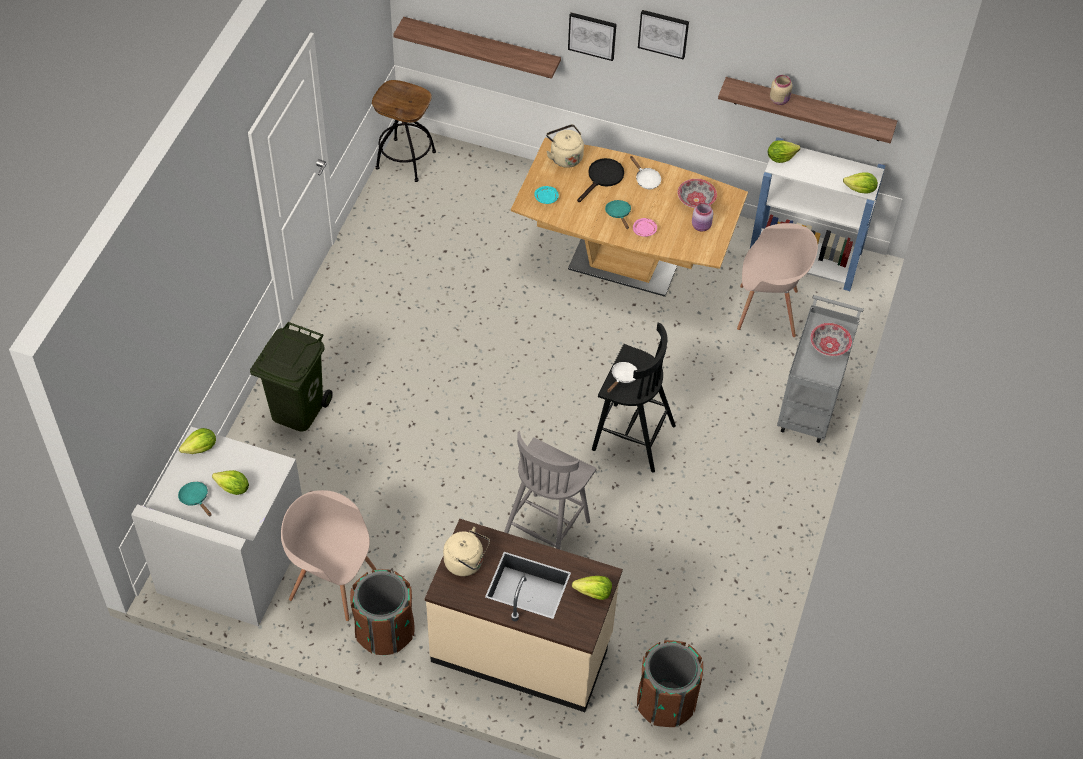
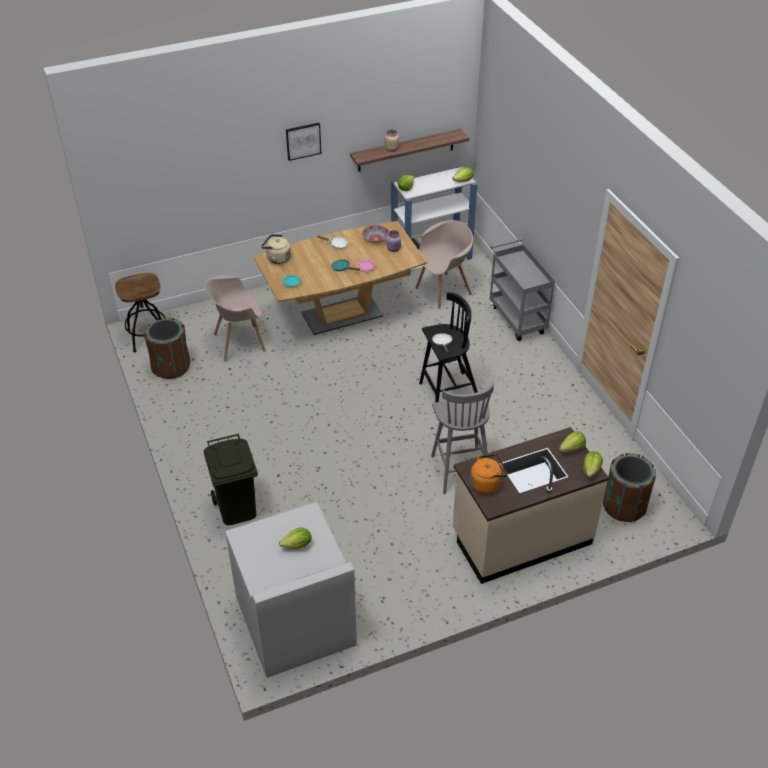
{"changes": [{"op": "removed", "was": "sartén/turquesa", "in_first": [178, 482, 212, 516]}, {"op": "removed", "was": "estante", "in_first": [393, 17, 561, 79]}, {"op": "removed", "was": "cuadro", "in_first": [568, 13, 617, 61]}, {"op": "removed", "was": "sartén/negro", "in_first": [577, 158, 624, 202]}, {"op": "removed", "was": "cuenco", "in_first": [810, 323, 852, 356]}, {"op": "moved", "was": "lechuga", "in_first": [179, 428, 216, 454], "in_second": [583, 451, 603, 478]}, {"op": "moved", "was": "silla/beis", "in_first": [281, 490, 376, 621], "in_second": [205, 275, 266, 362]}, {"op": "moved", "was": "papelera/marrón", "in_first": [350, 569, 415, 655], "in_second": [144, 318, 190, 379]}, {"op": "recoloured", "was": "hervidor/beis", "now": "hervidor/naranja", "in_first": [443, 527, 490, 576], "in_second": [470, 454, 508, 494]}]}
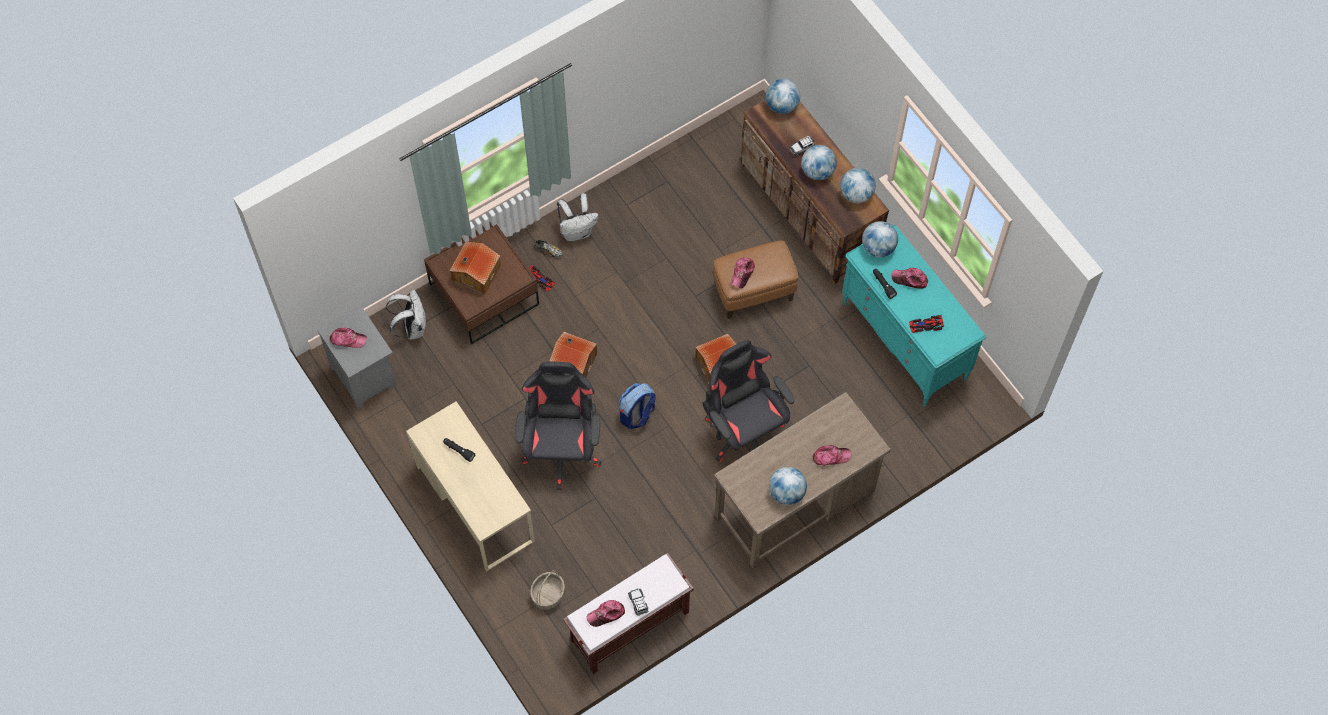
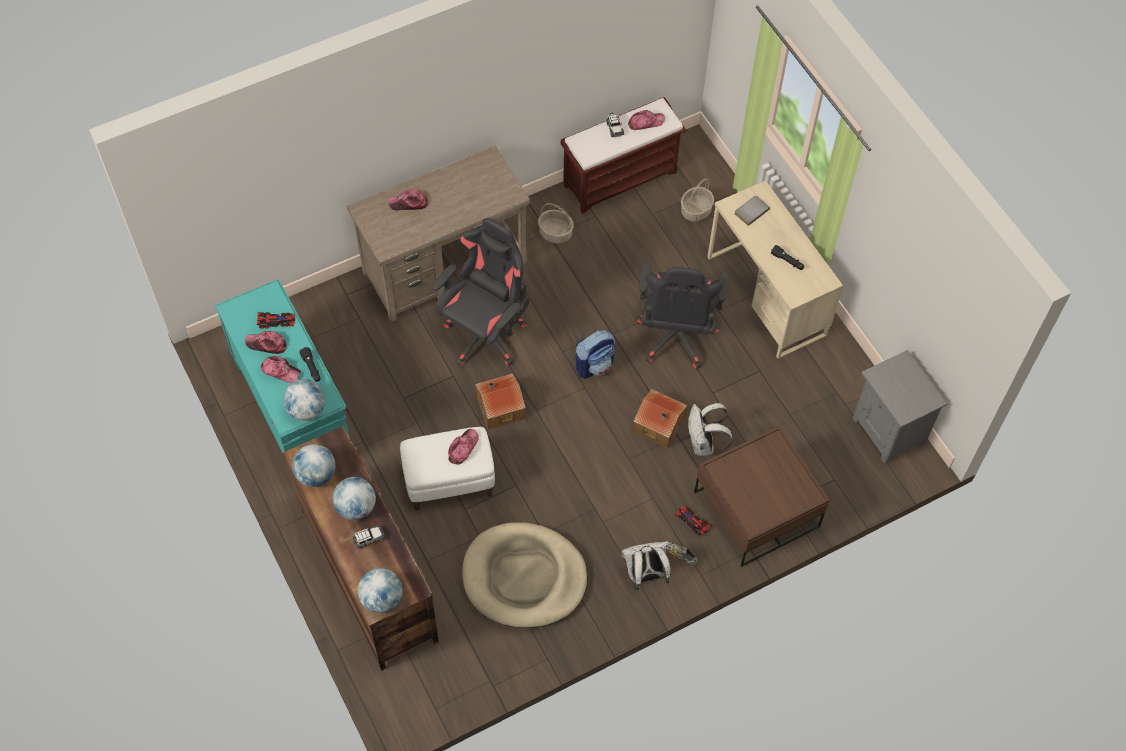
{"changes": [{"op": "removed", "was": "casita", "in_first": [450, 242, 501, 295]}, {"op": "removed", "was": "globo terráqueo", "in_first": [769, 467, 807, 505]}, {"op": "added", "now": "cama para perro/beis", "in_second": [462, 522, 587, 628]}, {"op": "added", "now": "cesta", "in_second": [538, 203, 574, 244]}, {"op": "added", "now": "libro/gris", "in_second": [734, 196, 770, 226]}, {"op": "moved", "was": "gorra", "in_first": [330, 328, 367, 348], "in_second": [245, 331, 287, 354]}, {"op": "moved", "was": "mochila/blanco", "in_first": [386, 290, 426, 340], "in_second": [688, 403, 733, 456]}, {"op": "recoloured", "was": "puf/marrón", "now": "puf/blanco", "in_first": [713, 240, 798, 319], "in_second": [400, 427, 495, 511]}, {"op": "turned", "was": "silla de oficina/negro", "in_first": [703, 340, 795, 462], "in_second": [432, 218, 530, 367], "clockwise": -120}]}
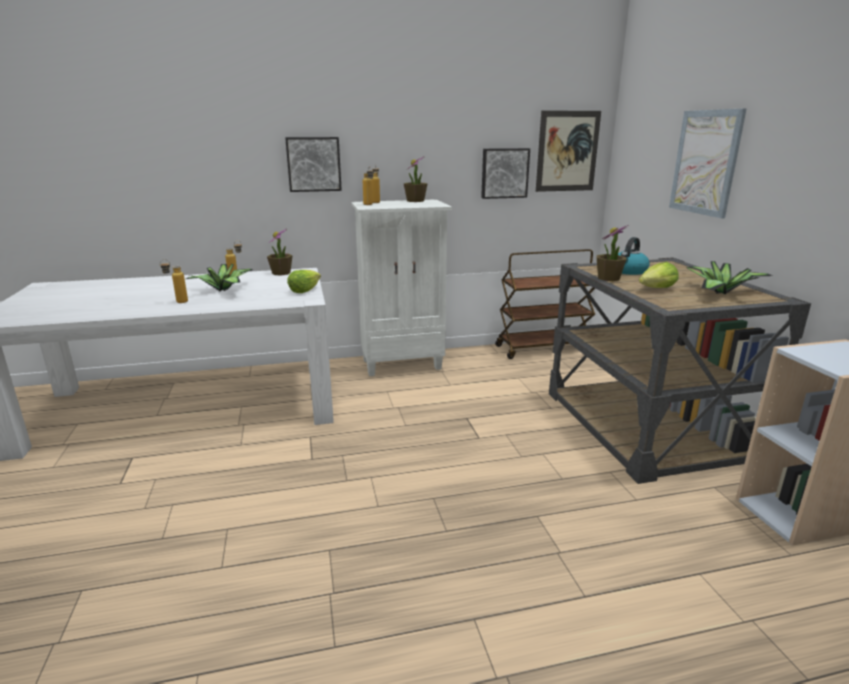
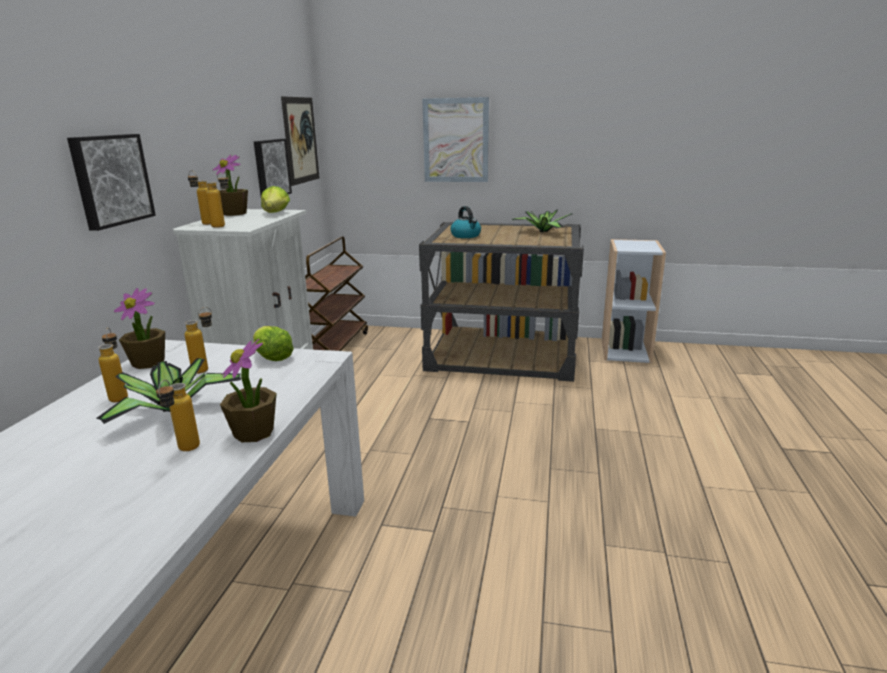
{"changes": [{"op": "added", "now": "botella", "in_second": [185, 307, 212, 374]}, {"op": "moved", "was": "planta en maceta", "in_first": [597, 225, 628, 281], "in_second": [220, 339, 277, 442]}, {"op": "moved", "was": "lechuga", "in_first": [639, 262, 679, 288], "in_second": [261, 186, 290, 213]}]}
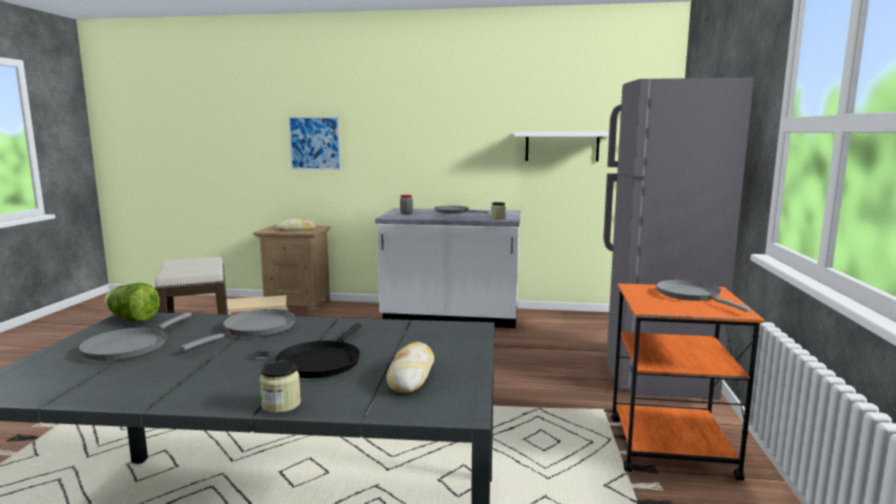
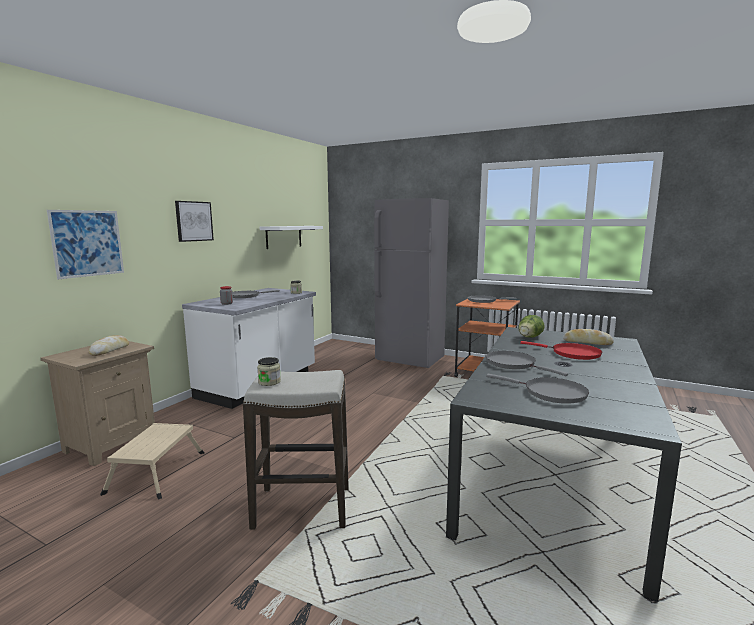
{"changes": [{"op": "added", "now": "cuadro", "in_second": [175, 201, 214, 242]}, {"op": "moved", "was": "lechuga", "in_first": [104, 283, 160, 322], "in_second": [518, 315, 545, 338]}, {"op": "moved", "was": "tarro", "in_first": [259, 361, 301, 413], "in_second": [257, 357, 281, 386]}, {"op": "recoloured", "was": "sartén/negro", "now": "sartén/rojo", "in_first": [275, 324, 361, 378], "in_second": [520, 341, 602, 360]}]}
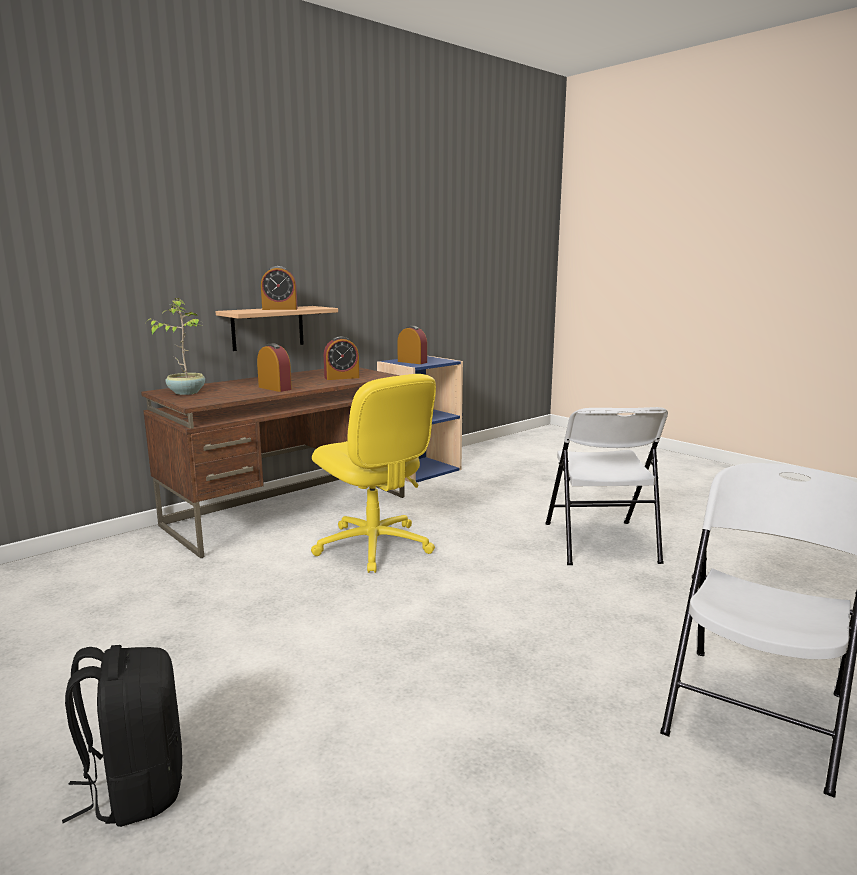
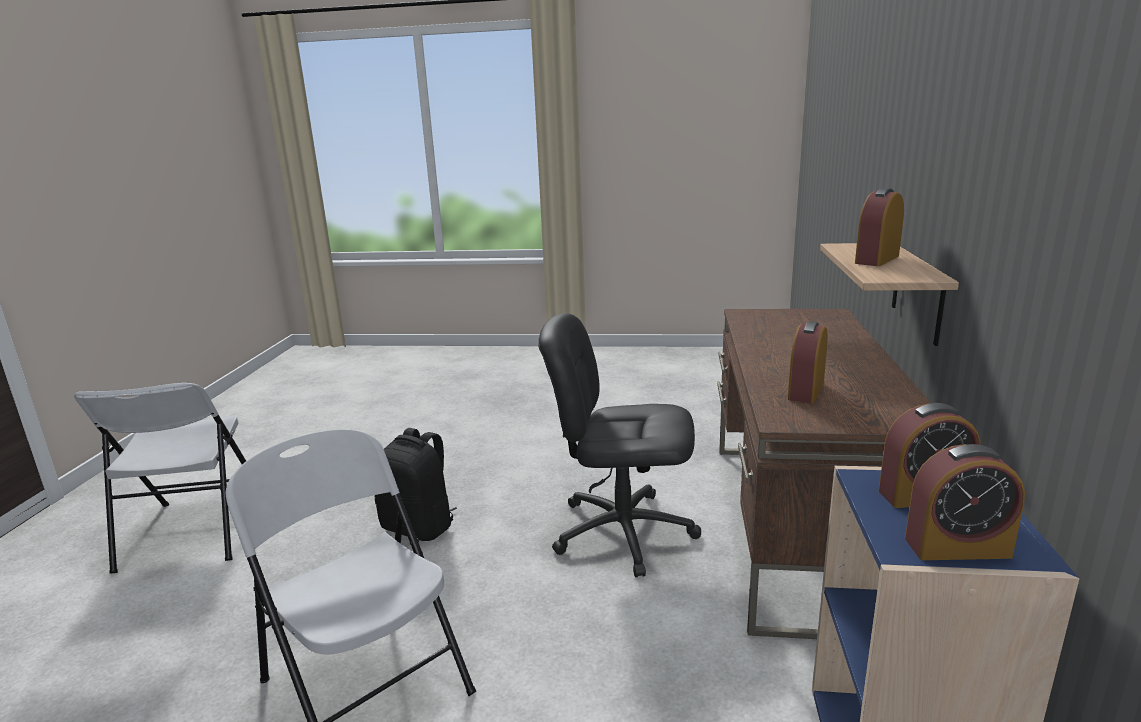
{"changes": [{"op": "removed", "was": "planta en maceta", "in_first": [146, 298, 205, 395]}, {"op": "moved", "was": "mochila/negro", "in_first": [62, 645, 182, 827], "in_second": [375, 428, 457, 541]}, {"op": "moved", "was": "despertador", "in_first": [257, 343, 292, 392], "in_second": [905, 444, 1025, 560]}, {"op": "recoloured", "was": "silla de oficina/amarillo", "now": "silla de oficina/negro", "in_first": [311, 374, 436, 573], "in_second": [538, 313, 701, 577]}]}
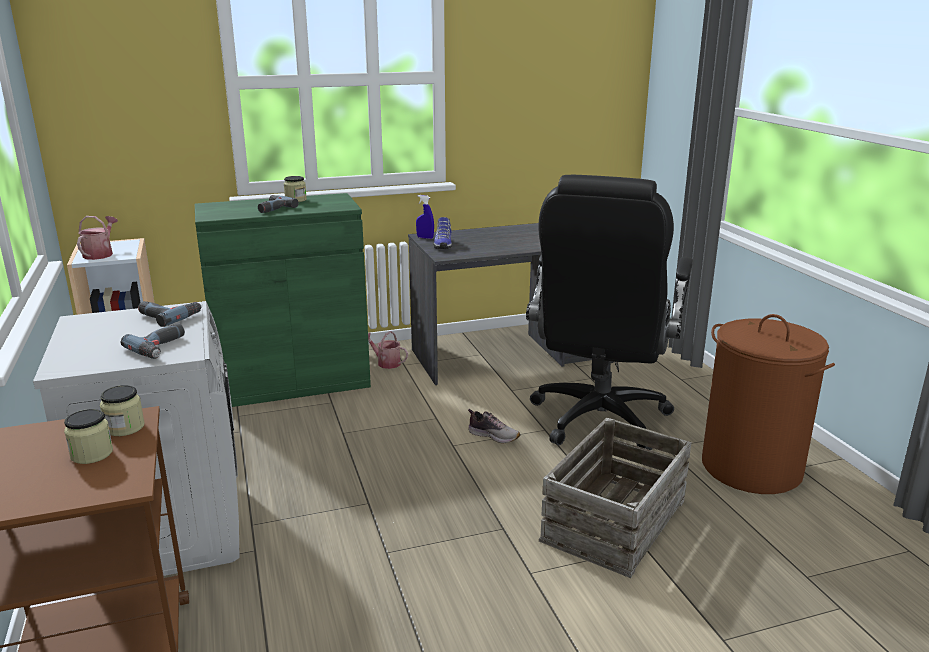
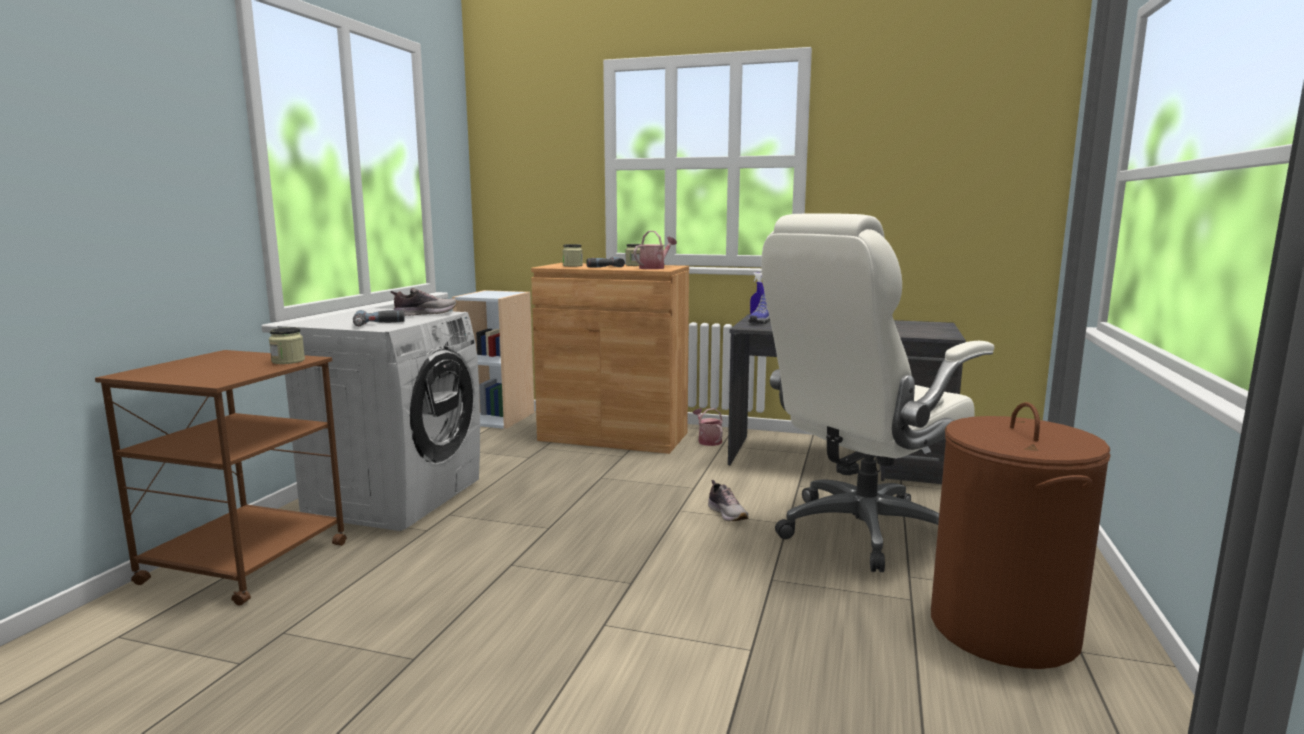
{"changes": [{"op": "removed", "was": "caja de embalaje", "in_first": [539, 418, 691, 578]}, {"op": "moved", "was": "tarro", "in_first": [64, 409, 113, 464], "in_second": [562, 244, 583, 267]}, {"op": "moved", "was": "regadera", "in_first": [77, 216, 118, 260], "in_second": [634, 231, 677, 269]}, {"op": "replaced", "was": "taladro", "now": "zapato", "in_first": [138, 301, 202, 327], "in_second": [390, 288, 457, 316]}, {"op": "recoloured", "was": "armario/verde", "now": "armario/marrón", "in_first": [195, 193, 371, 407], "in_second": [531, 263, 689, 454]}, {"op": "recoloured", "was": "silla de oficina/negro", "now": "silla de oficina/blanco", "in_first": [526, 175, 693, 450], "in_second": [761, 213, 994, 572]}]}
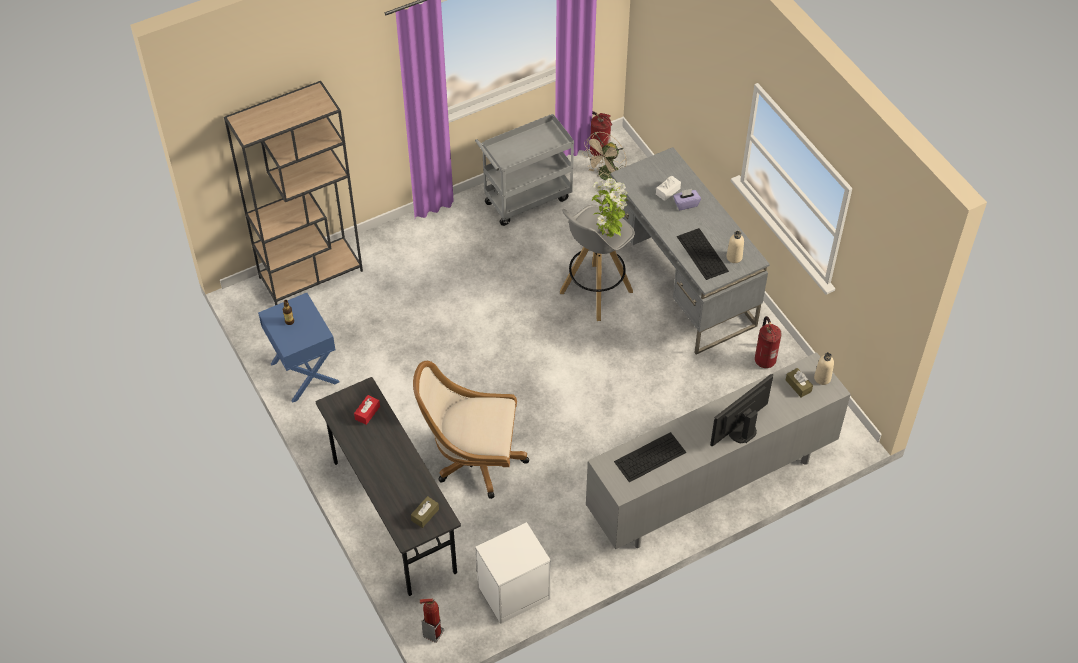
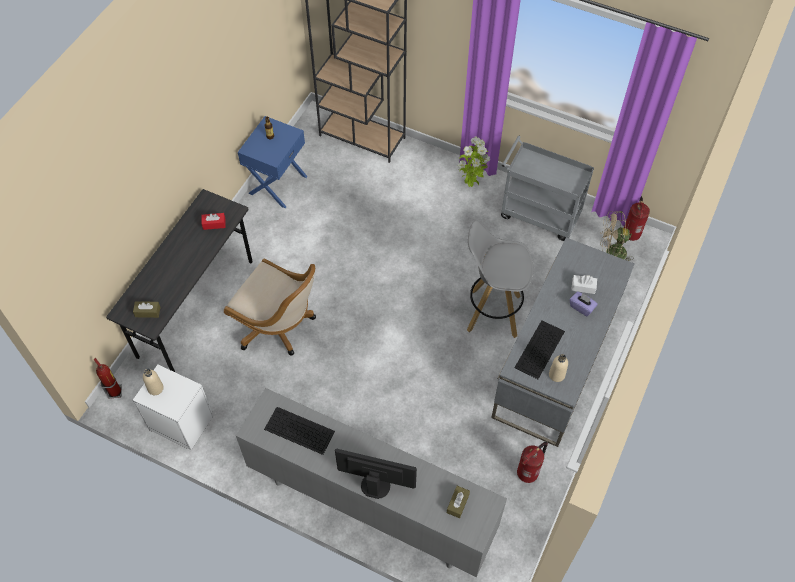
{"changes": [{"op": "moved", "was": "planta en maceta", "in_first": [592, 178, 629, 237], "in_second": [458, 136, 490, 187]}, {"op": "moved", "was": "botella/beis", "in_first": [814, 352, 834, 385], "in_second": [143, 369, 164, 395]}, {"op": "turned", "was": "silla de oficina", "in_first": [413, 361, 529, 499], "in_second": [224, 259, 316, 356], "clockwise": 150}]}
